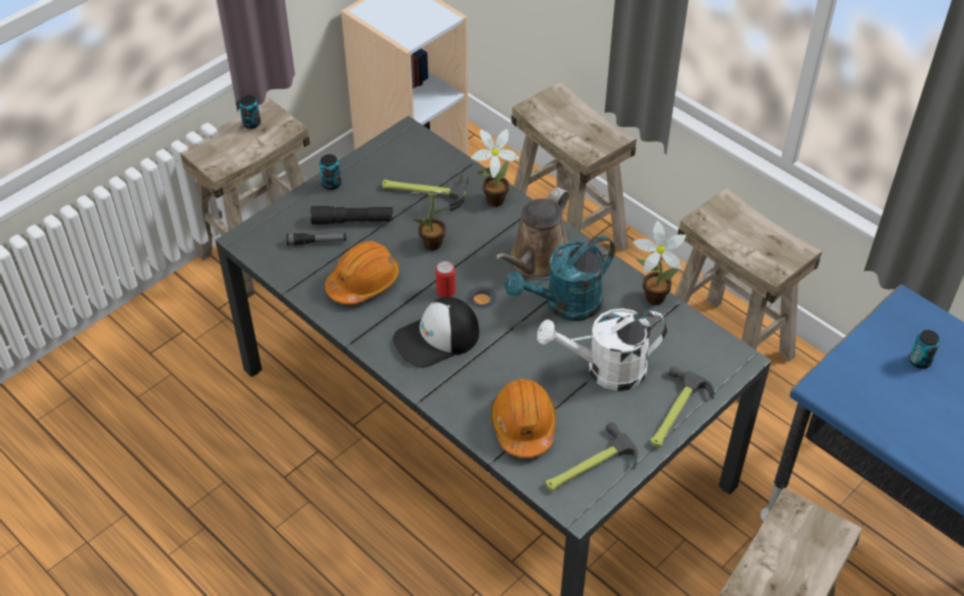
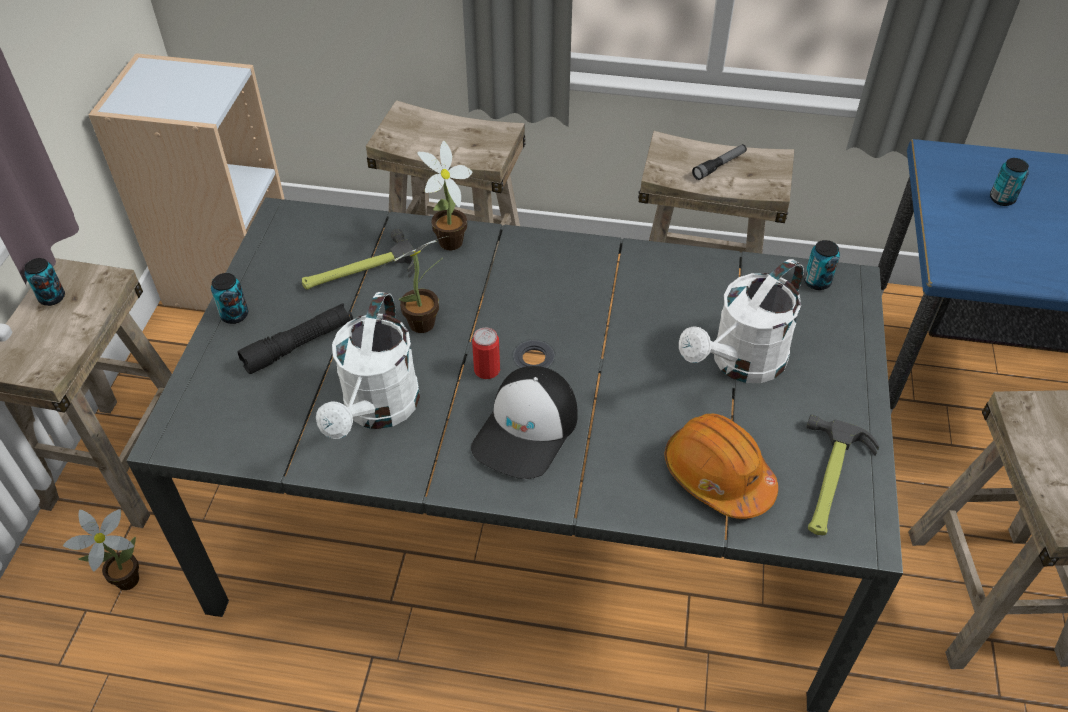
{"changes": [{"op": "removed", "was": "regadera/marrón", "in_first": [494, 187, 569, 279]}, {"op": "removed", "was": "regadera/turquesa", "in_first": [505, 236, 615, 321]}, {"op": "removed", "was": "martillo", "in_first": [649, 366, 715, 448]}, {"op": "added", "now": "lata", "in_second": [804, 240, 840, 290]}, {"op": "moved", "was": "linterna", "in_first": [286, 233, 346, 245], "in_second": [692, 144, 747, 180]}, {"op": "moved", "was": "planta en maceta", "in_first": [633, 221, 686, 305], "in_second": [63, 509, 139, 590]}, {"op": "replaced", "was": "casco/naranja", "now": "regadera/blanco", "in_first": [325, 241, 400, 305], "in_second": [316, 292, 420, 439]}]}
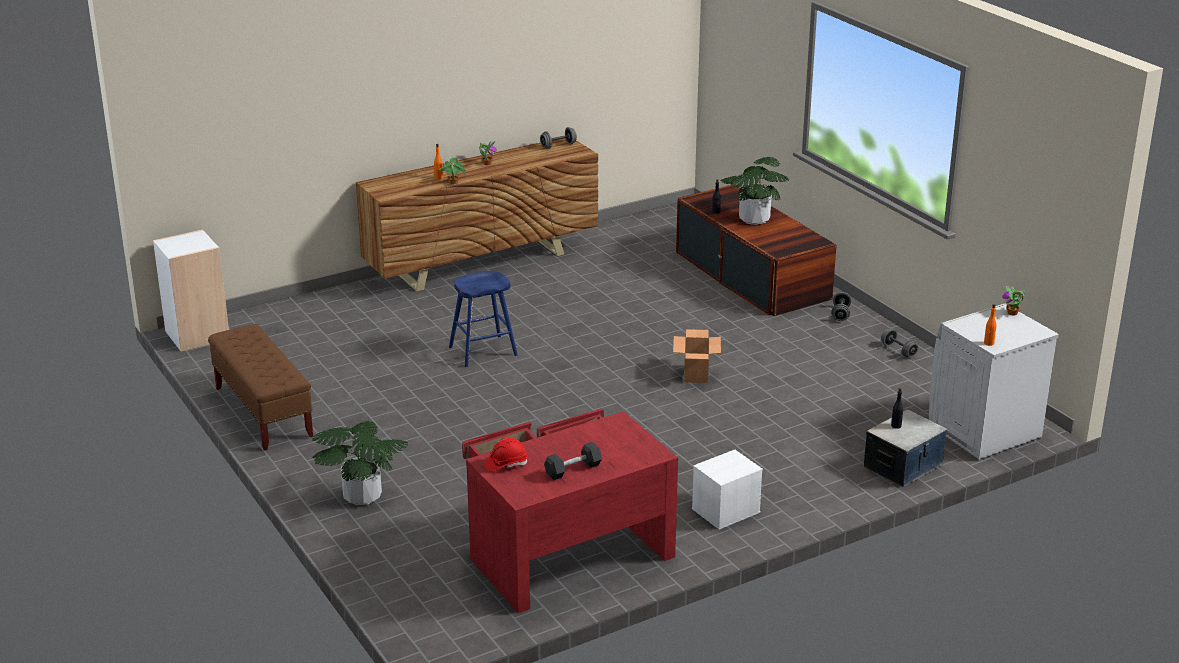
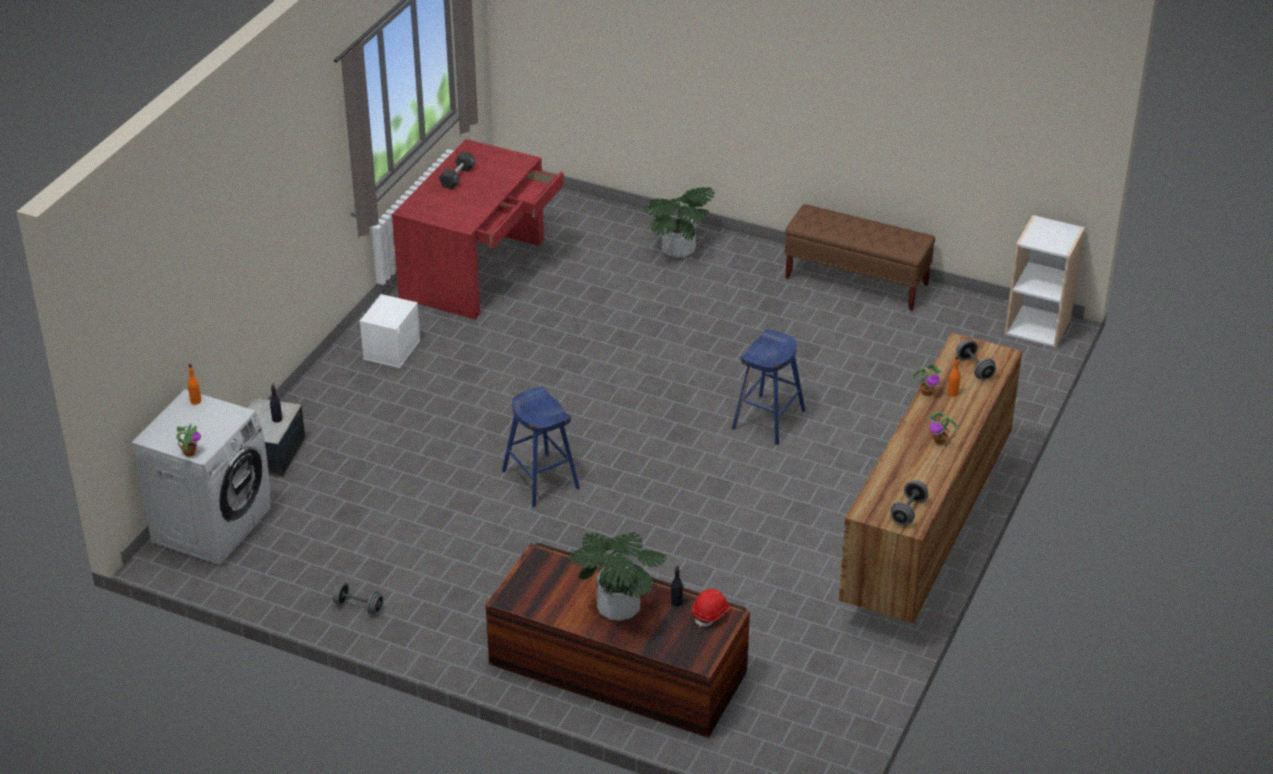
{"changes": [{"op": "moved", "was": "casco/rojo", "in_first": [485, 437, 527, 472], "in_second": [692, 589, 731, 627]}, {"op": "moved", "was": "mancuerna/gris", "in_first": [831, 292, 851, 321], "in_second": [956, 339, 996, 380]}, {"op": "replaced", "was": "caja de cartón", "now": "taburete/azul", "in_first": [673, 329, 721, 383], "in_second": [502, 387, 580, 507]}]}
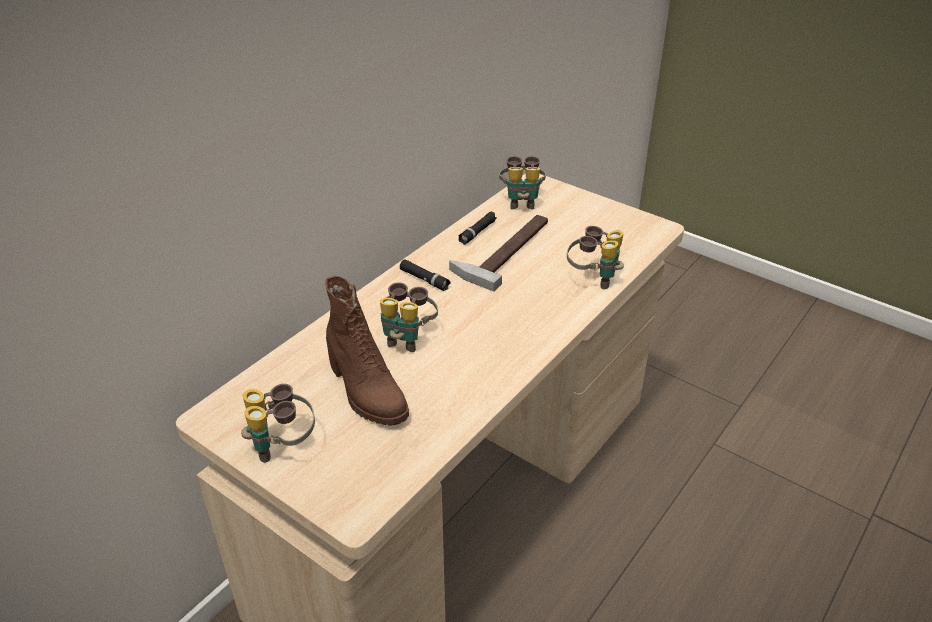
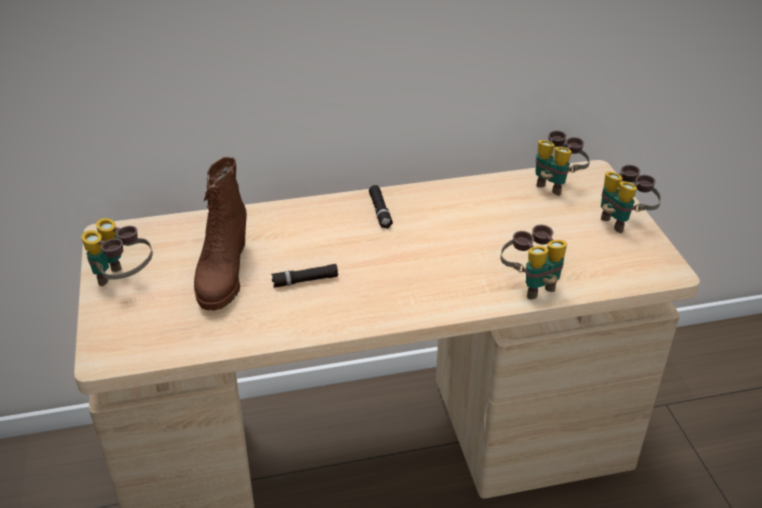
{"changes": [{"op": "removed", "was": "martillo", "in_first": [449, 215, 548, 292]}, {"op": "moved", "was": "prismáticos", "in_first": [380, 282, 438, 352], "in_second": [601, 165, 661, 233]}, {"op": "moved", "was": "linterna/negro", "in_first": [459, 211, 497, 245], "in_second": [271, 264, 338, 288]}]}
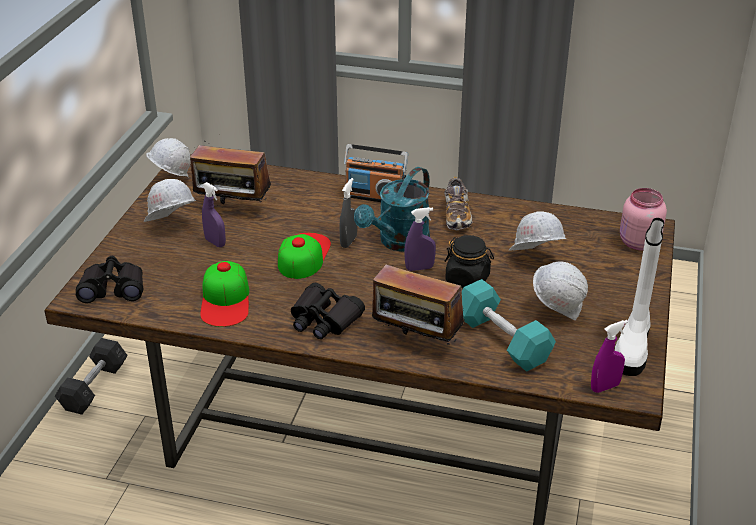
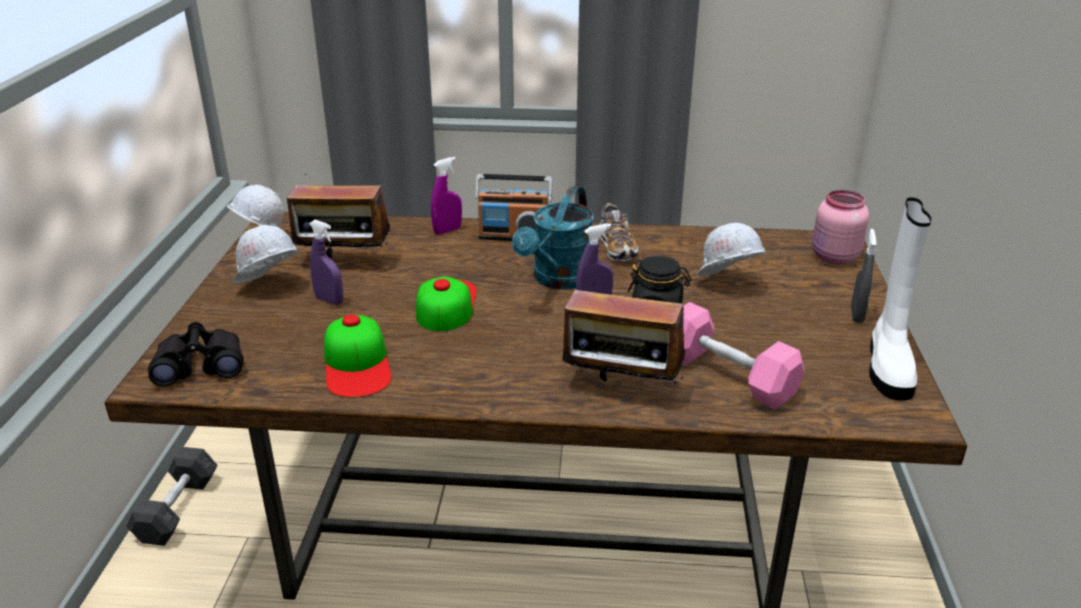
{"changes": [{"op": "removed", "was": "prismáticos/negro", "in_first": [291, 283, 365, 339]}, {"op": "removed", "was": "casco/blanco", "in_first": [533, 262, 588, 320]}, {"op": "moved", "was": "pulverizador/gris", "in_first": [339, 178, 357, 248], "in_second": [851, 229, 877, 323]}, {"op": "moved", "was": "pulverizador/morado", "in_first": [591, 320, 628, 393], "in_second": [431, 157, 462, 235]}, {"op": "recoloured", "was": "mancuerna/turquesa", "now": "mancuerna/rosa", "in_first": [462, 279, 556, 372], "in_second": [682, 302, 805, 409]}]}
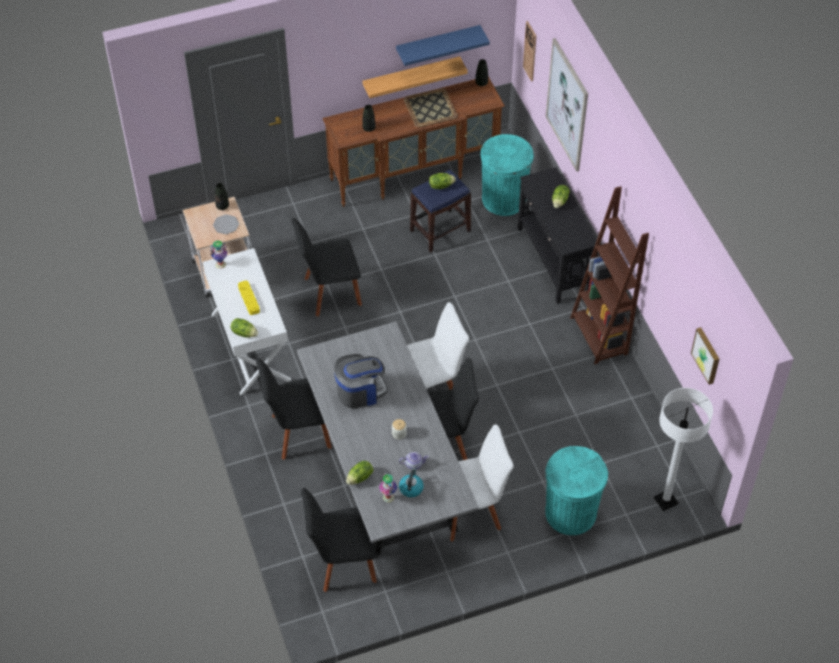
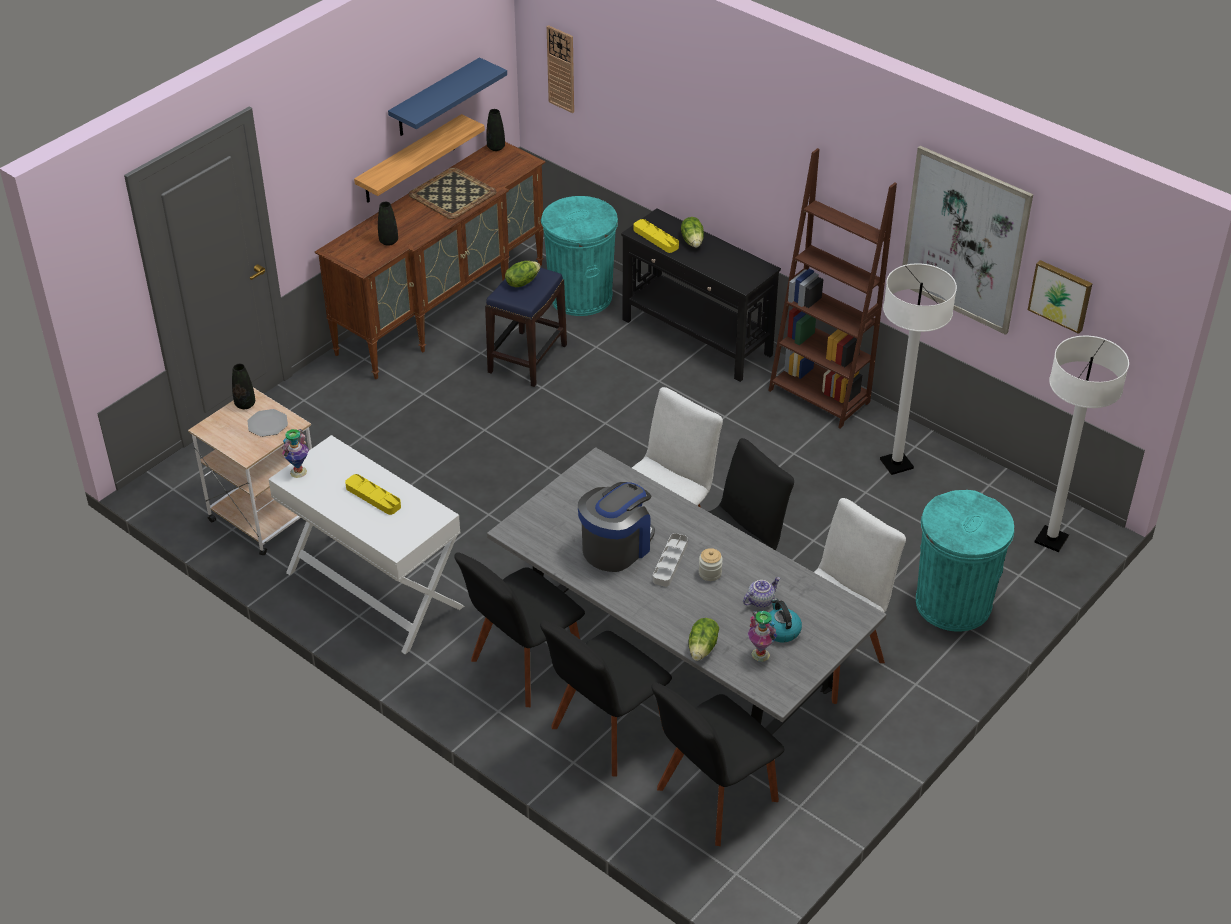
{"changes": [{"op": "removed", "was": "lechuga", "in_first": [230, 318, 258, 338]}, {"op": "added", "now": "bandeja/amarillo", "in_second": [634, 219, 679, 253]}, {"op": "added", "now": "bandeja/gris", "in_second": [653, 533, 688, 587]}, {"op": "added", "now": "lámpara de pie/blanco", "in_second": [880, 263, 957, 475]}, {"op": "moved", "was": "silla/negro", "in_first": [291, 218, 362, 317], "in_second": [540, 621, 672, 776]}, {"op": "moved", "was": "cuadro", "in_first": [546, 38, 588, 172], "in_second": [902, 146, 1033, 335]}]}
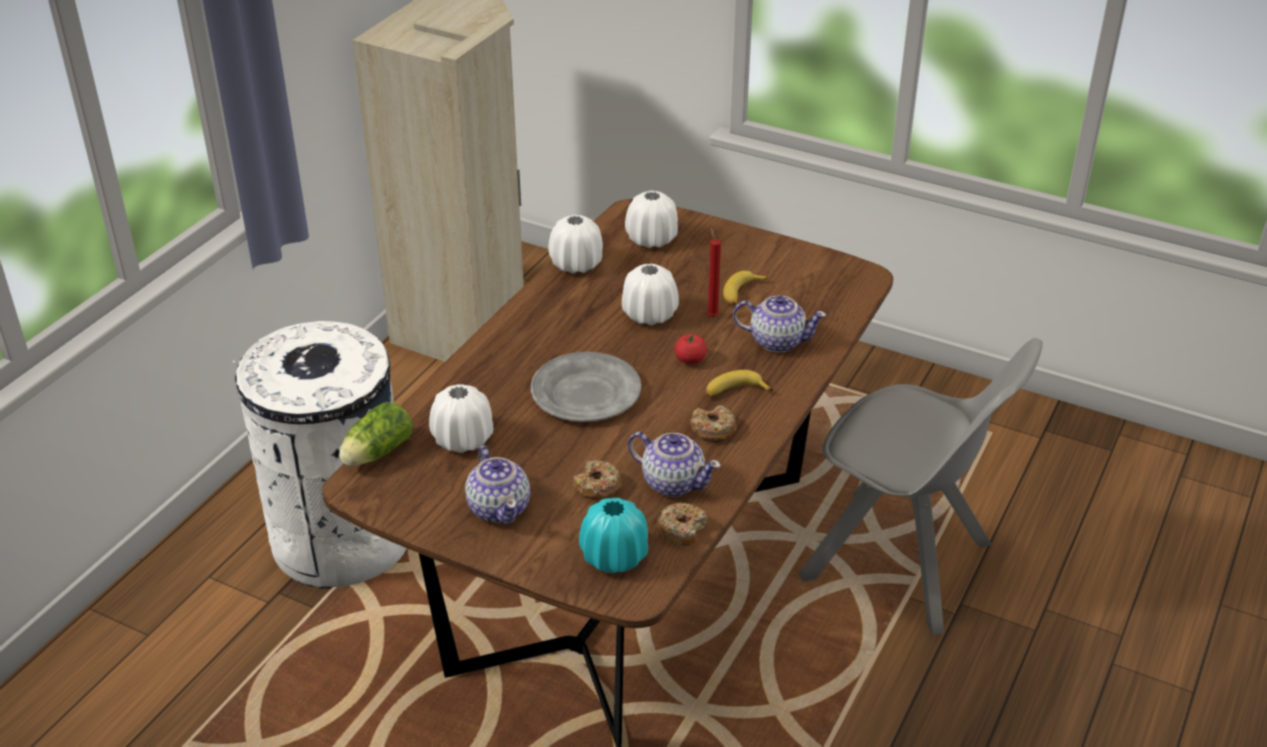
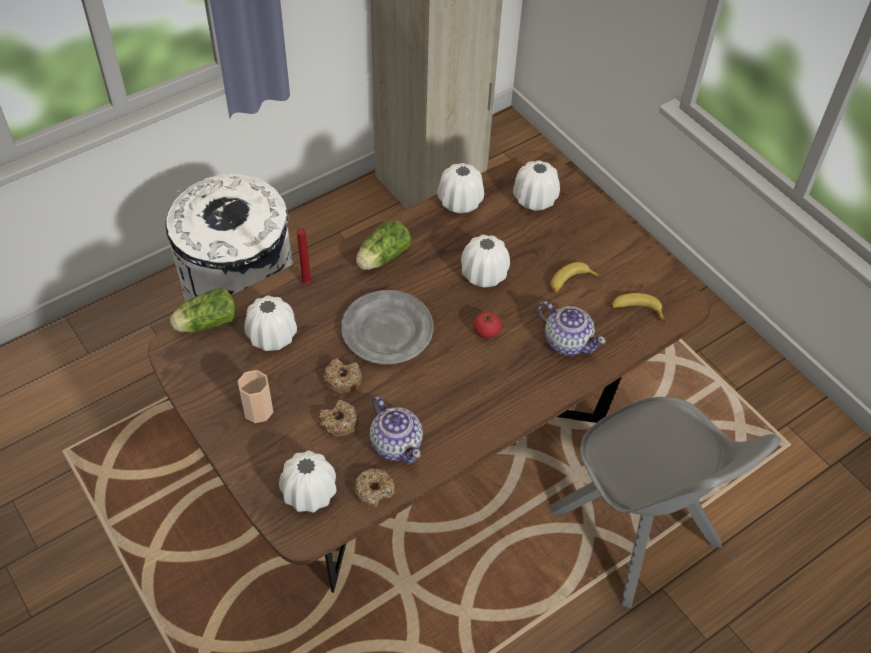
{"changes": [{"op": "added", "now": "lechuga", "in_second": [356, 221, 411, 270]}, {"op": "moved", "was": "rosquilla", "in_first": [690, 405, 737, 442], "in_second": [323, 358, 362, 394]}, {"op": "moved", "was": "plátano", "in_first": [706, 370, 773, 397], "in_second": [611, 293, 666, 322]}, {"op": "moved", "was": "vela/rojo", "in_first": [707, 228, 721, 317], "in_second": [297, 218, 312, 284]}, {"op": "replaced", "was": "tetera", "now": "taza", "in_first": [465, 445, 530, 524], "in_second": [238, 370, 273, 423]}, {"op": "recoloured", "was": "florero/turquesa", "now": "florero/blanco", "in_first": [579, 498, 648, 573], "in_second": [279, 451, 337, 513]}]}
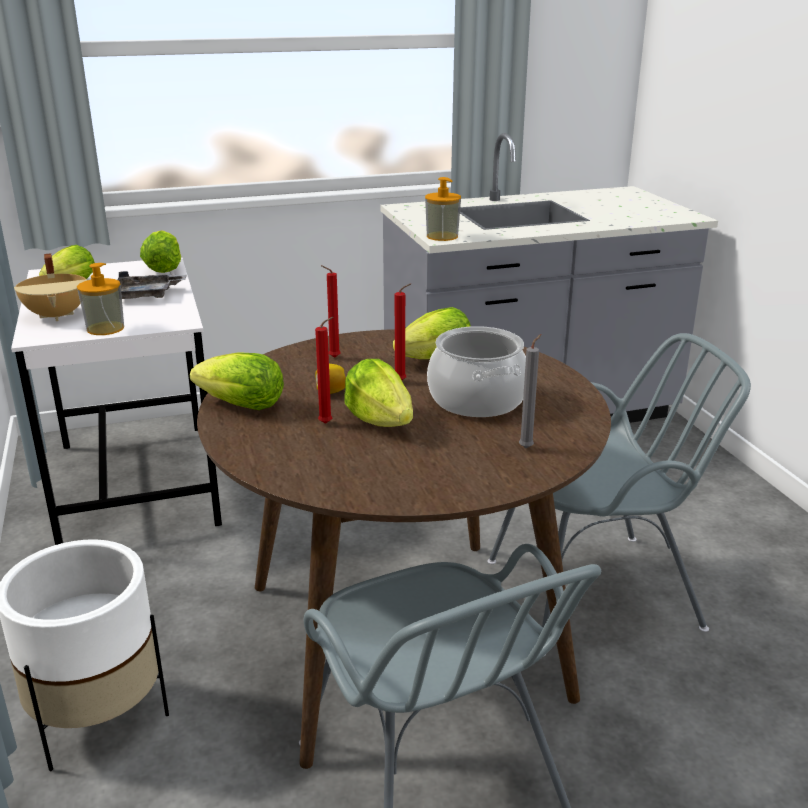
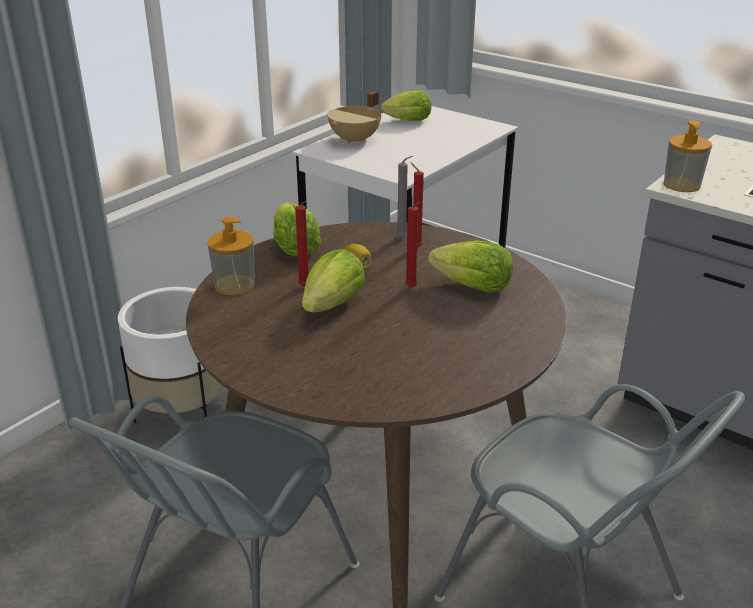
{"changes": [{"op": "removed", "was": "bandeja/gris", "in_first": [117, 271, 187, 299]}, {"op": "removed", "was": "lechuga", "in_first": [140, 230, 181, 273]}, {"op": "removed", "was": "olla", "in_first": [427, 326, 526, 417]}, {"op": "moved", "was": "dispensador de jabón", "in_first": [77, 263, 124, 335], "in_second": [207, 217, 255, 295]}, {"op": "moved", "was": "vela/gris", "in_first": [519, 334, 542, 448], "in_second": [396, 156, 413, 238]}]}
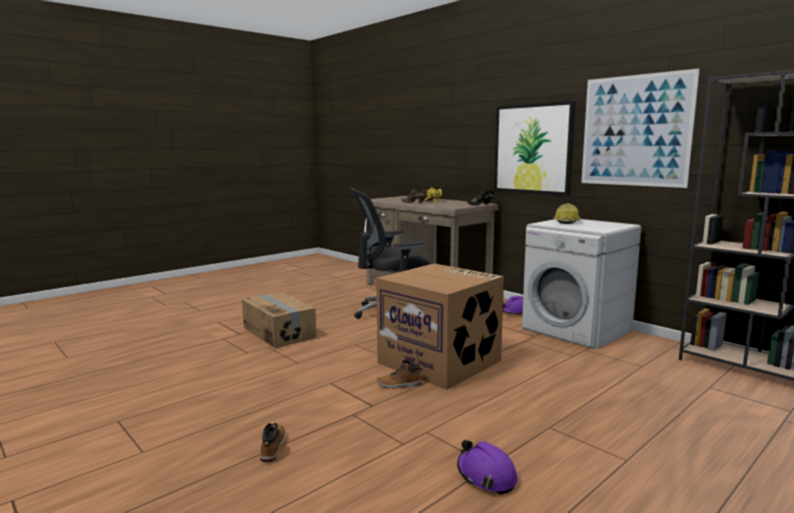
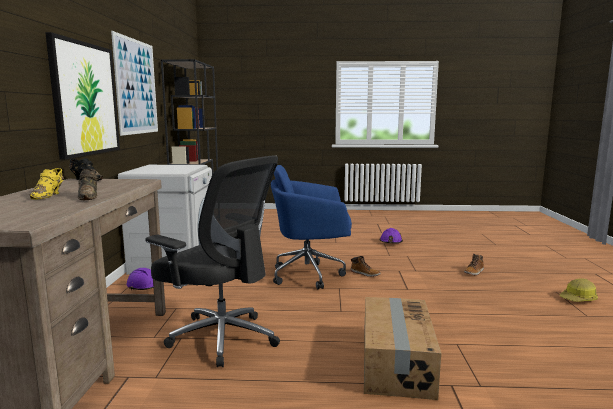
{"changes": [{"op": "moved", "was": "casco", "in_first": [553, 204, 581, 224], "in_second": [559, 278, 598, 302]}, {"op": "replaced", "was": "caja de cartón", "now": "silla de oficina/azul", "in_first": [376, 263, 504, 390], "in_second": [271, 165, 352, 289]}]}
